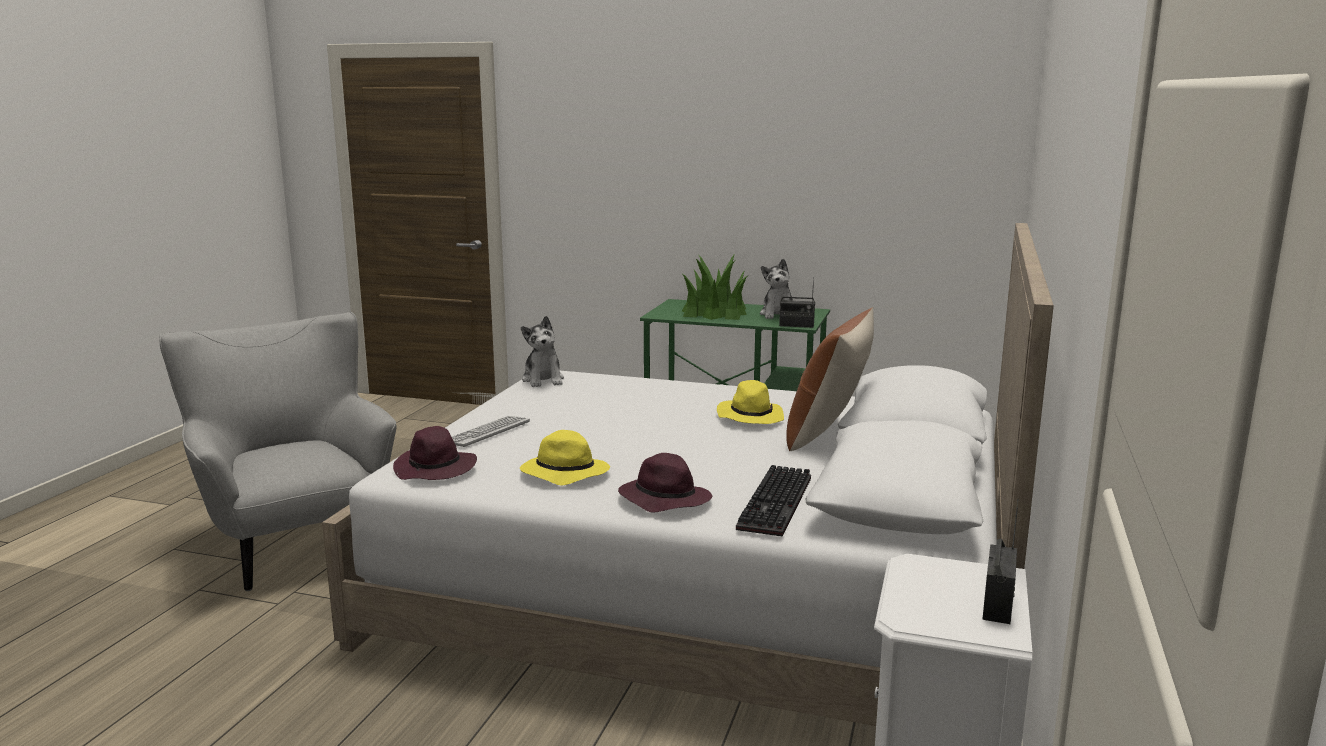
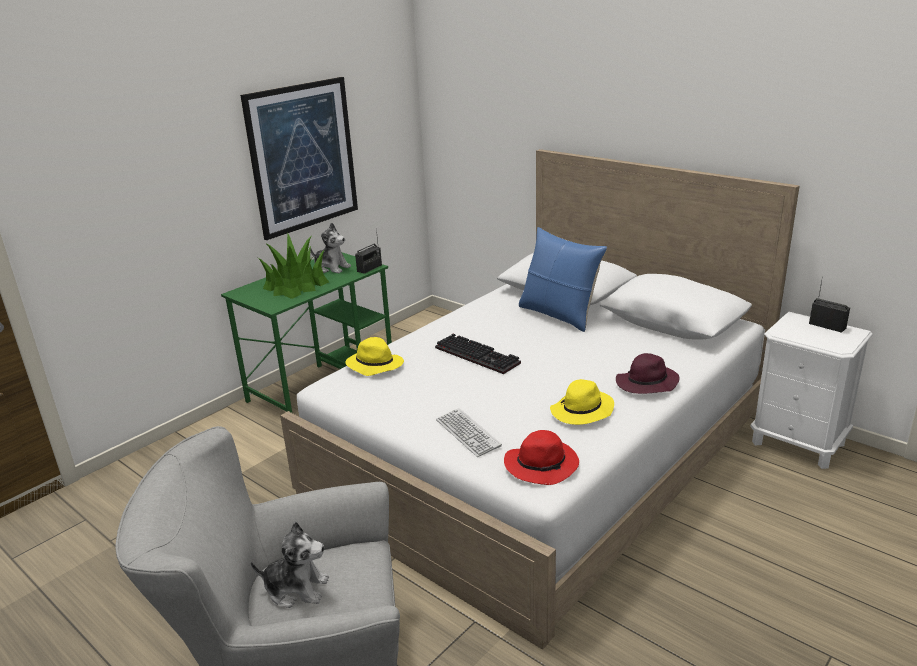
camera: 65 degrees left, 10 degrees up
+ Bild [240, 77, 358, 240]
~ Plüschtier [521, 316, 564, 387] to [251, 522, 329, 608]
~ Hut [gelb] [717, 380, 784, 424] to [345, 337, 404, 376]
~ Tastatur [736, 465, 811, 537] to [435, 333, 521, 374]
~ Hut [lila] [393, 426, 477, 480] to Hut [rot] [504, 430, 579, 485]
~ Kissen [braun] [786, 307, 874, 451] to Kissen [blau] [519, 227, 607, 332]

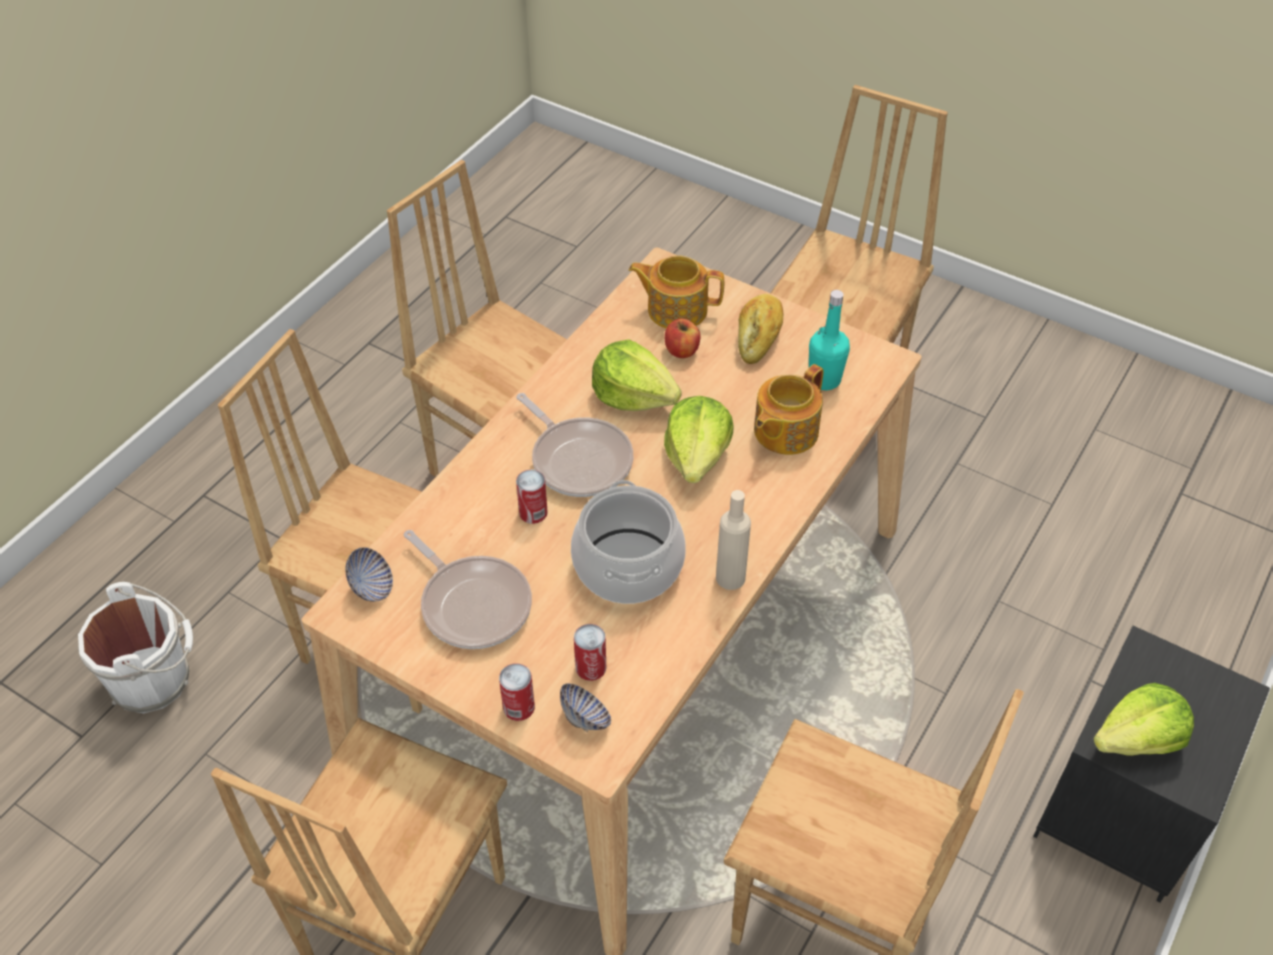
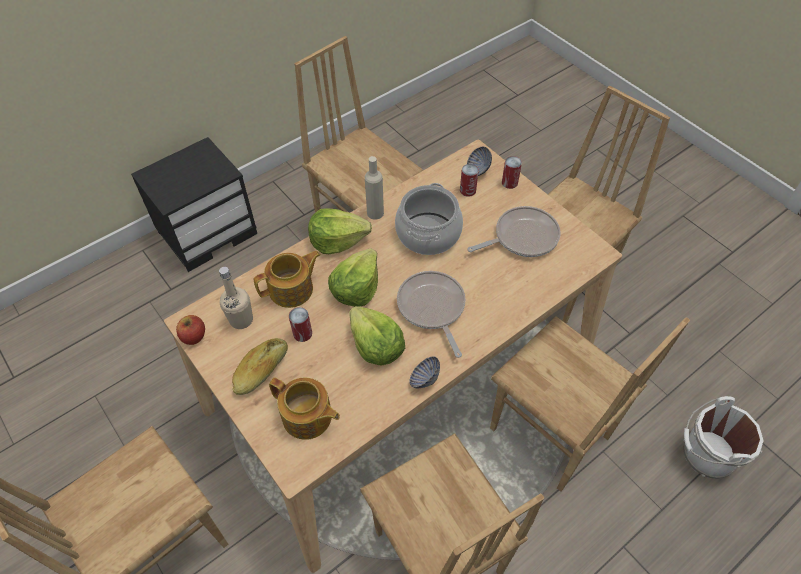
camera: 160 degrees left, 5 degrees up
~ Apfel [665, 318, 700, 358] to [176, 315, 205, 345]
~ Flasche [türkis] [809, 290, 850, 390] to Flasche [beige] [219, 267, 253, 329]
~ Dose [516, 470, 548, 524] to [289, 307, 312, 342]
~ Salatkopf [1093, 683, 1194, 756] to [308, 208, 372, 254]
~ Schüssel [345, 547, 393, 602] to [409, 356, 440, 388]
~ Pfanne [404, 530, 532, 649] = [467, 206, 561, 257] 90 degrees clockwise

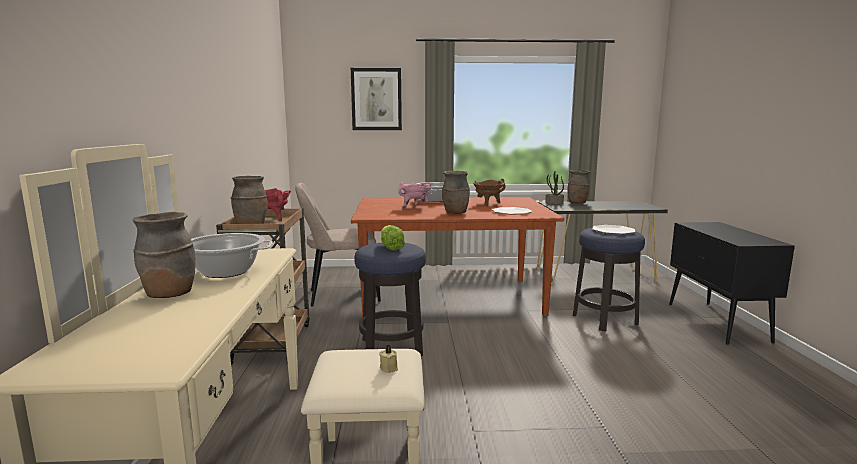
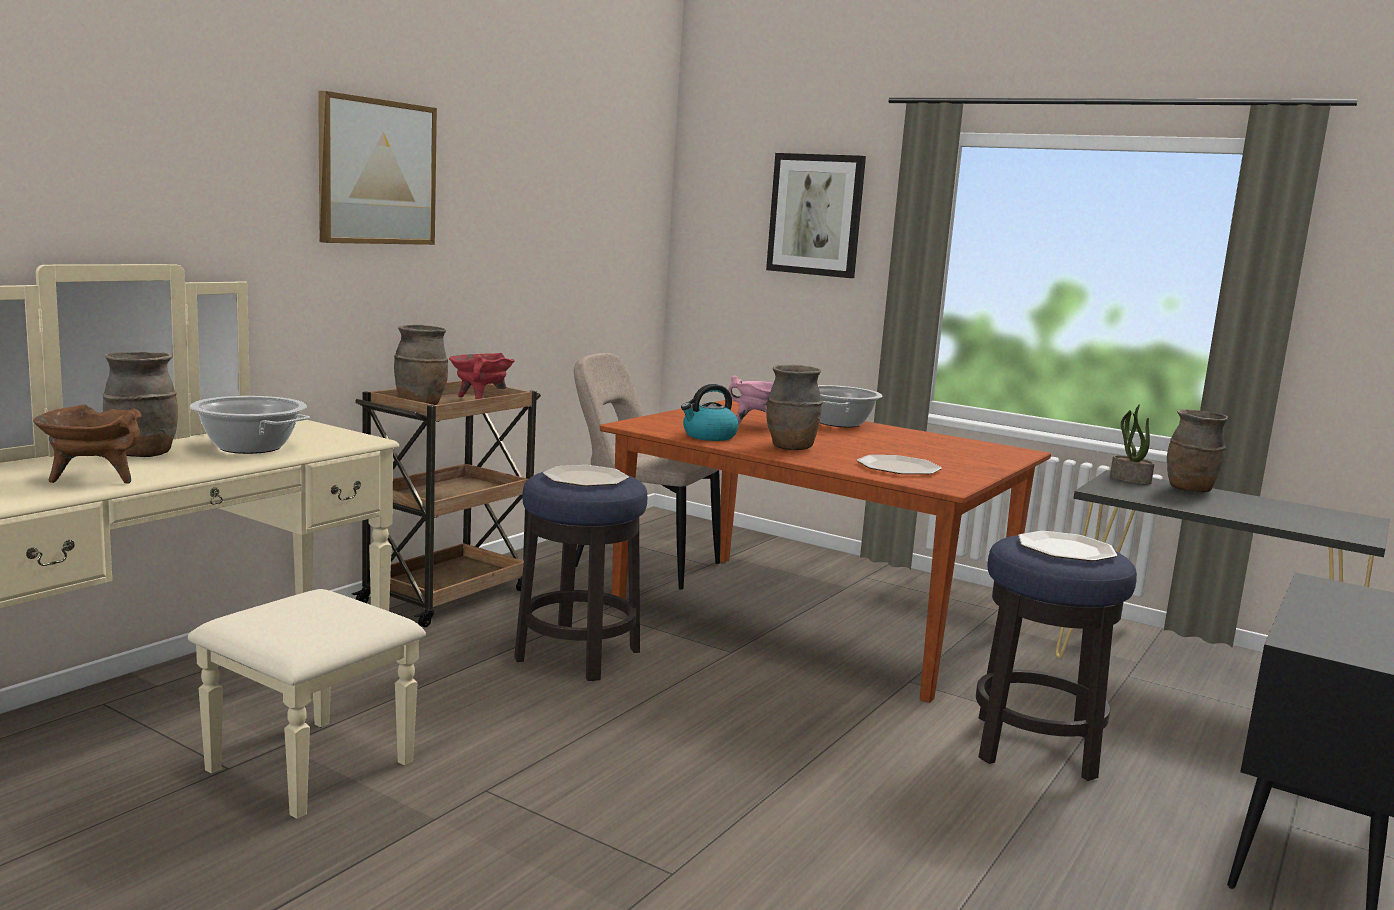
camera: 35 degrees right, 0 degrees up
~ Kochtopf [braun] [473, 179, 506, 206] to [33, 404, 142, 484]
+ Bild [318, 91, 437, 245]
~ Salatkopf [381, 225, 405, 251] to Teller [543, 465, 629, 486]
+ Wasserkessel [681, 384, 739, 441]
- Kerze [beige] [379, 344, 398, 373]

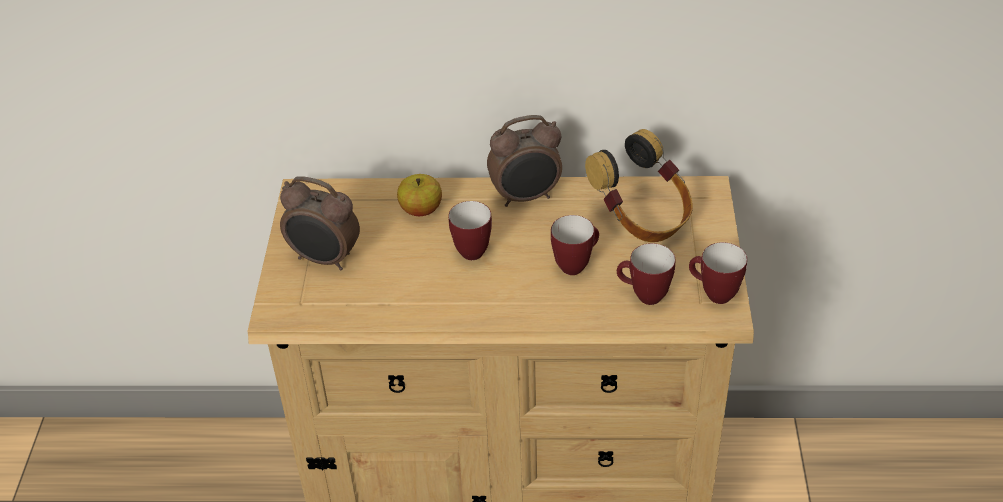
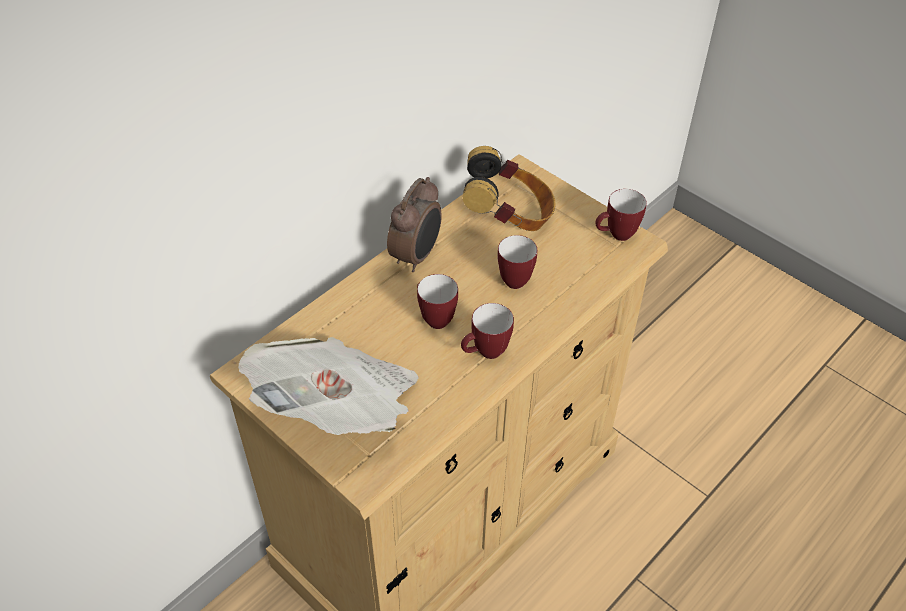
camera: 50 degrees left, 5 degrees up
~ Wecker [280, 176, 360, 270] to Zeitung [238, 337, 419, 435]
~ Henkelbecher [617, 243, 675, 305] to [461, 303, 514, 359]
- Apfel [397, 174, 442, 216]

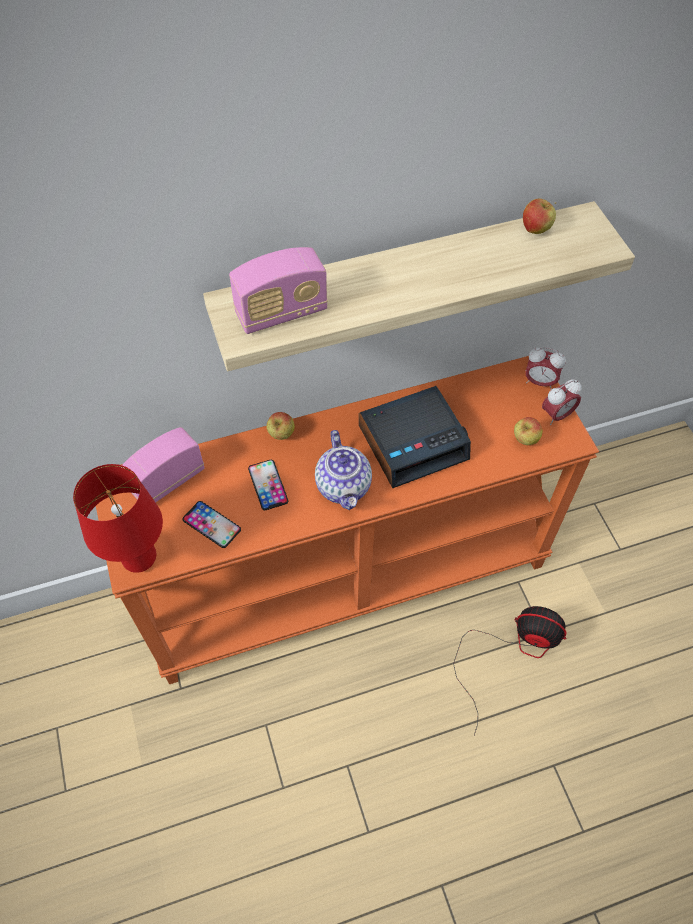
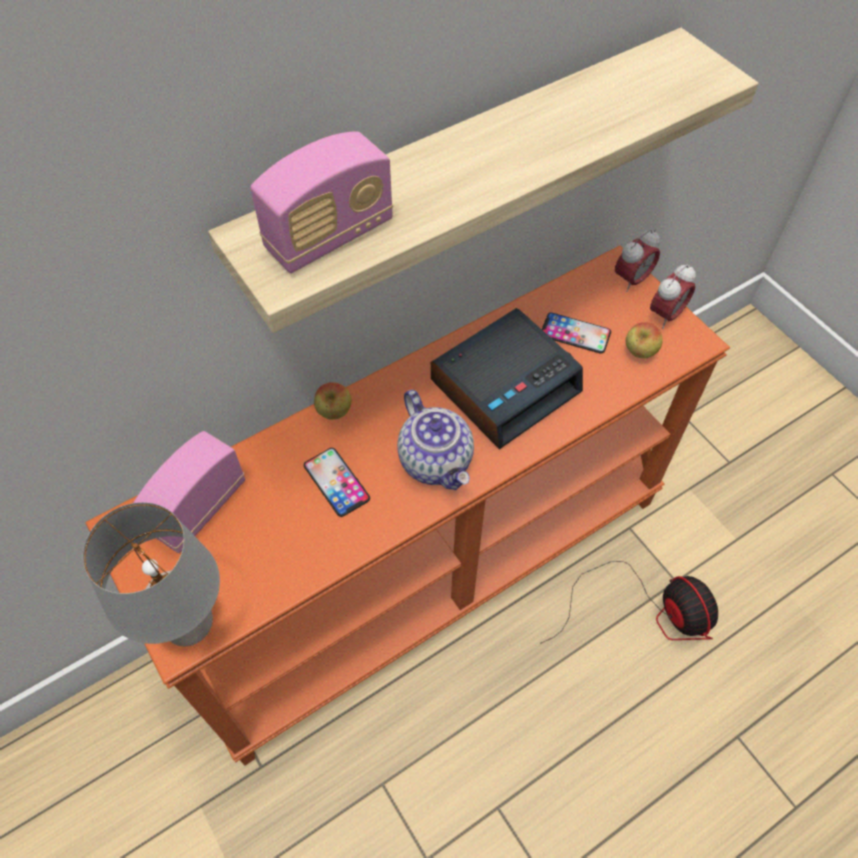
camera: 15 degrees left, 0 degrees up
~ Tischlampe [rot] [73, 464, 163, 573] to Tischlampe [grau] [83, 502, 220, 646]
~ Ventilator [453, 606, 566, 735] = [540, 561, 718, 644] 60 degrees clockwise
~ Handy [183, 501, 241, 548] to [542, 312, 611, 354]
~ Wecker [525, 347, 566, 390] = [615, 229, 660, 292] 45 degrees counterclockwise
- Apfel [523, 199, 556, 234]

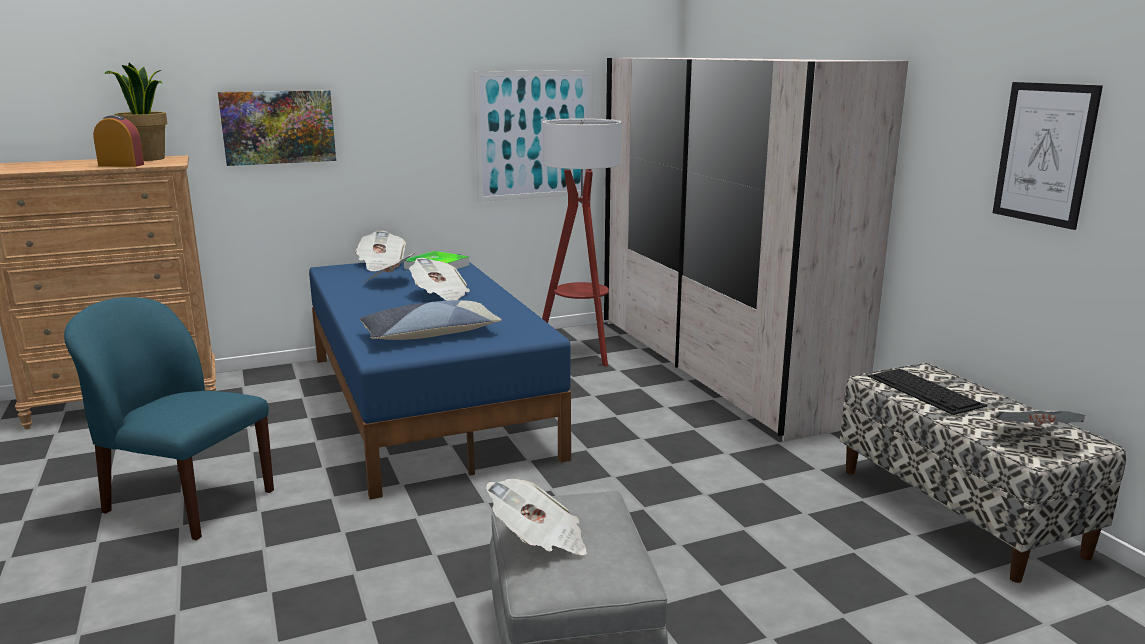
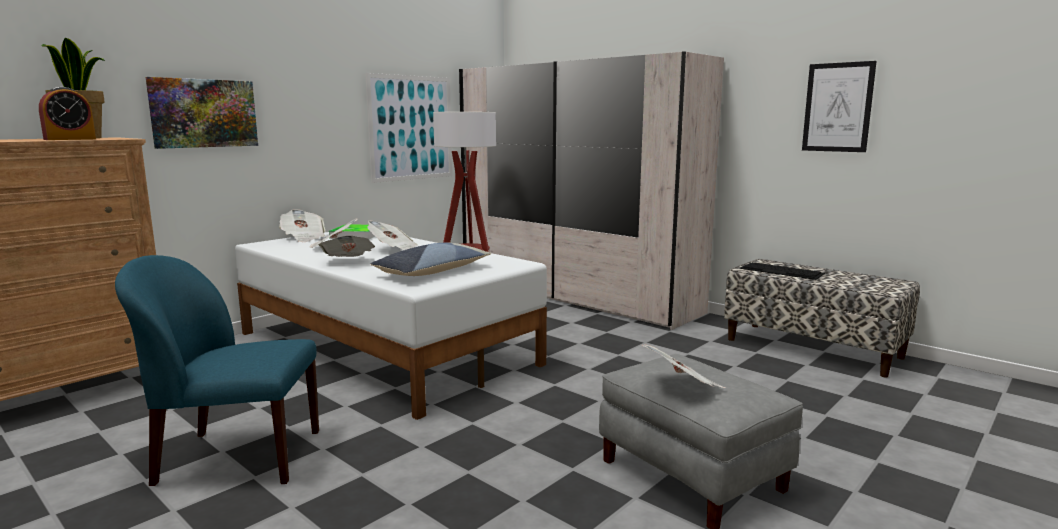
camera: 25 degrees left, 5 degrees down
~ Wecker [93, 115, 144, 167] = [39, 87, 96, 140] 150 degrees clockwise
~ Bett [blau] [309, 254, 571, 500] to Bett [weiß] [235, 232, 547, 420]
~ Zeitung [994, 410, 1085, 425] to [318, 236, 375, 257]

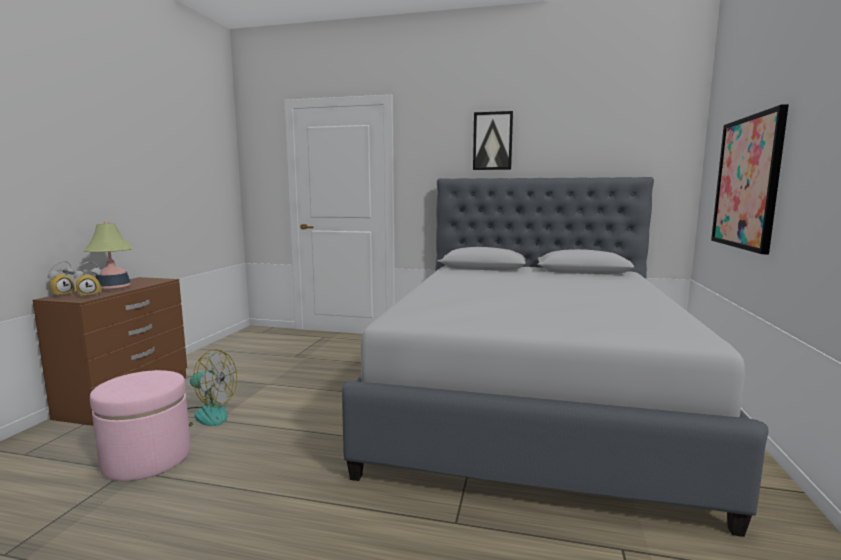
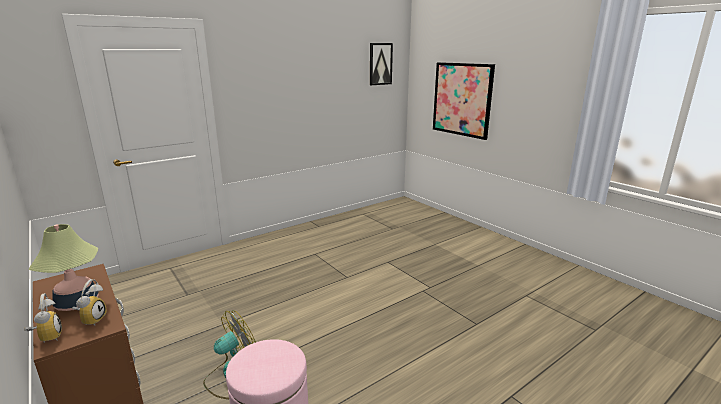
camera: 50 degrees left, 10 degrees up
~ Bild [473, 111, 513, 170] to [370, 43, 393, 85]
- Bett [grau] [342, 177, 769, 537]

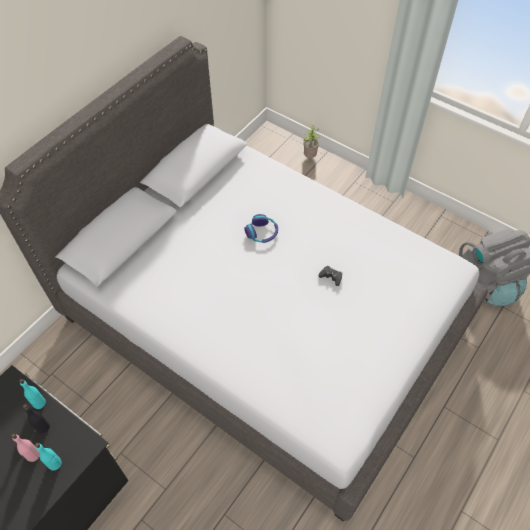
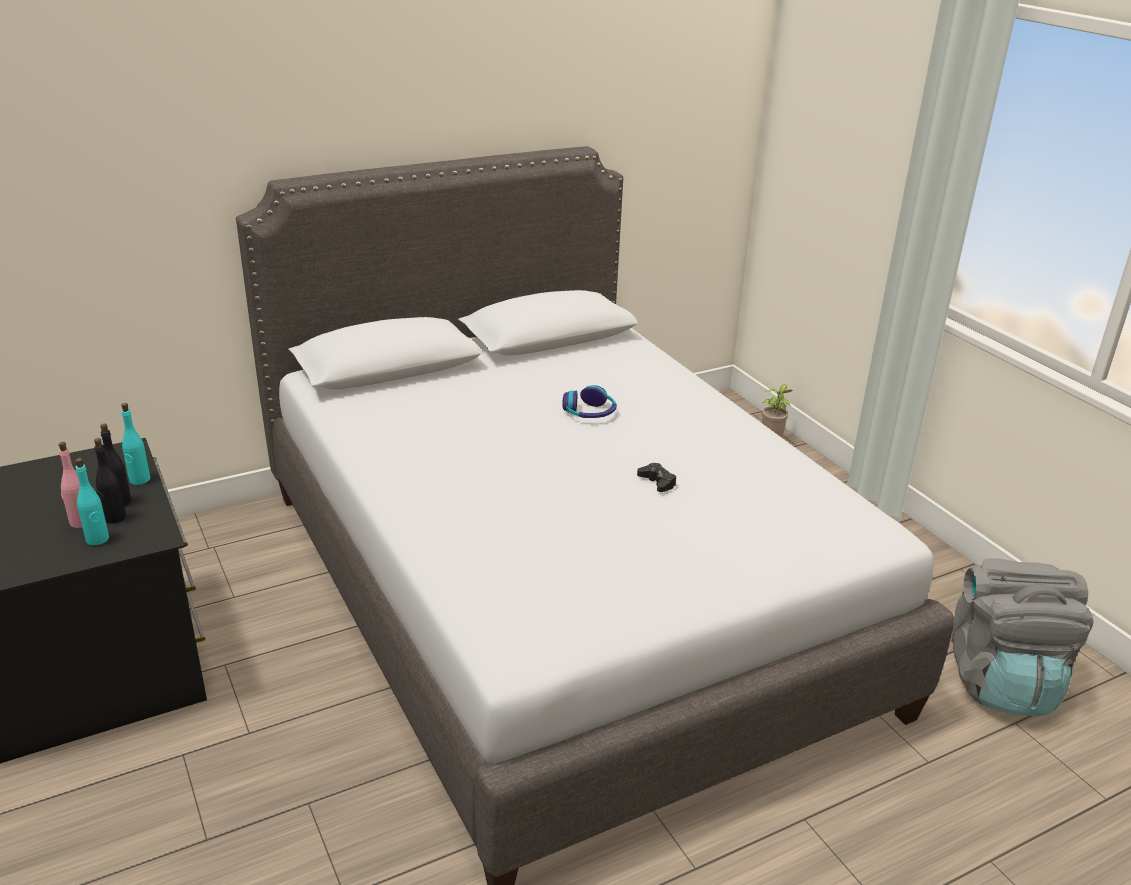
camera: 25 degrees right, 25 degrees down
+ Flasche [schwarz] [94, 438, 126, 524]

